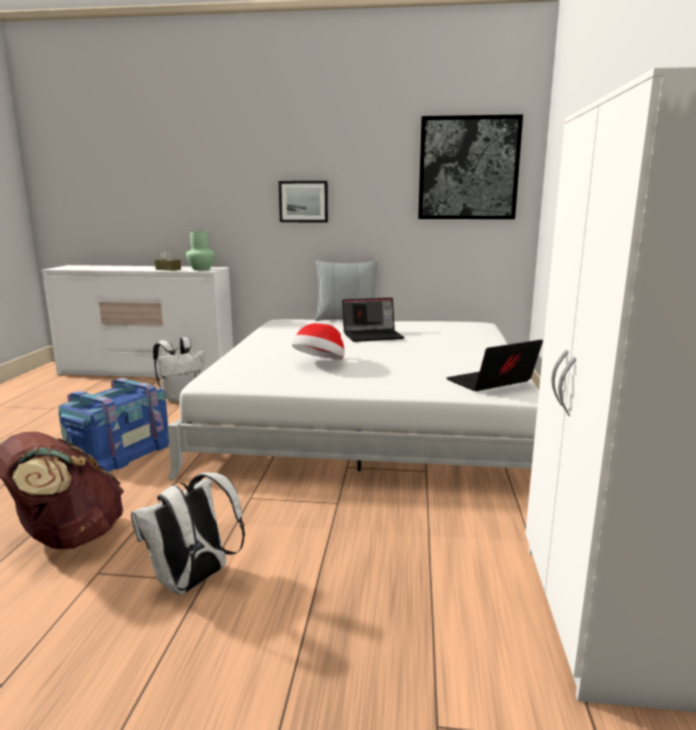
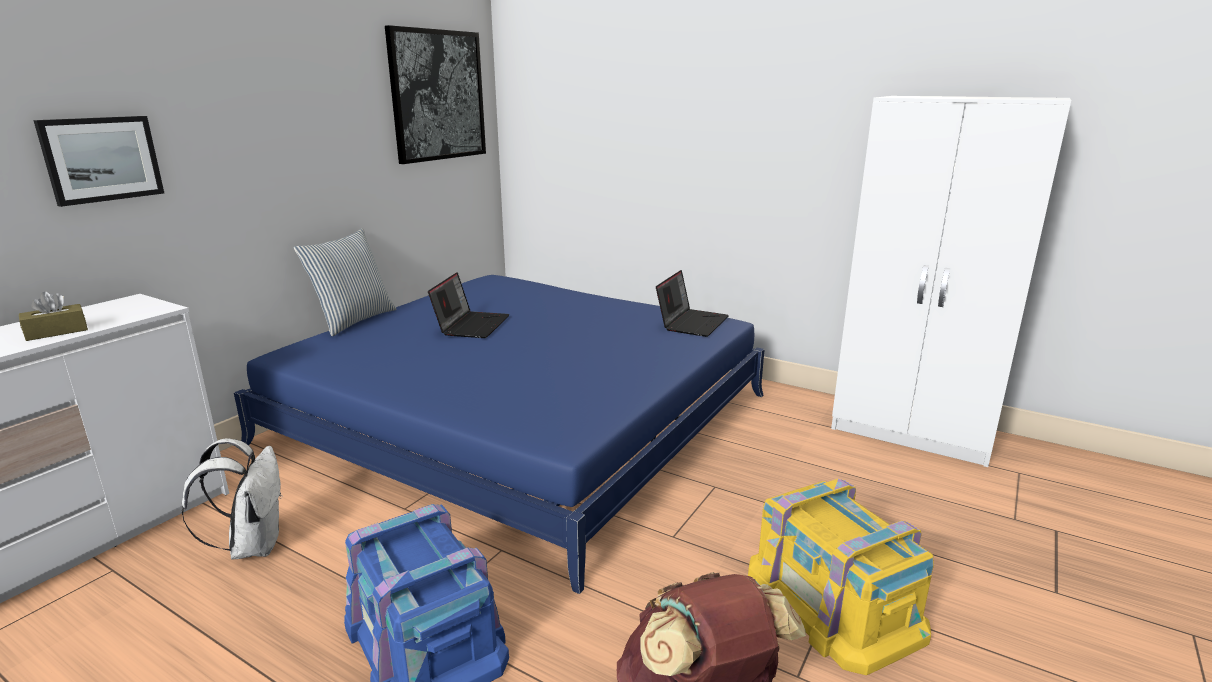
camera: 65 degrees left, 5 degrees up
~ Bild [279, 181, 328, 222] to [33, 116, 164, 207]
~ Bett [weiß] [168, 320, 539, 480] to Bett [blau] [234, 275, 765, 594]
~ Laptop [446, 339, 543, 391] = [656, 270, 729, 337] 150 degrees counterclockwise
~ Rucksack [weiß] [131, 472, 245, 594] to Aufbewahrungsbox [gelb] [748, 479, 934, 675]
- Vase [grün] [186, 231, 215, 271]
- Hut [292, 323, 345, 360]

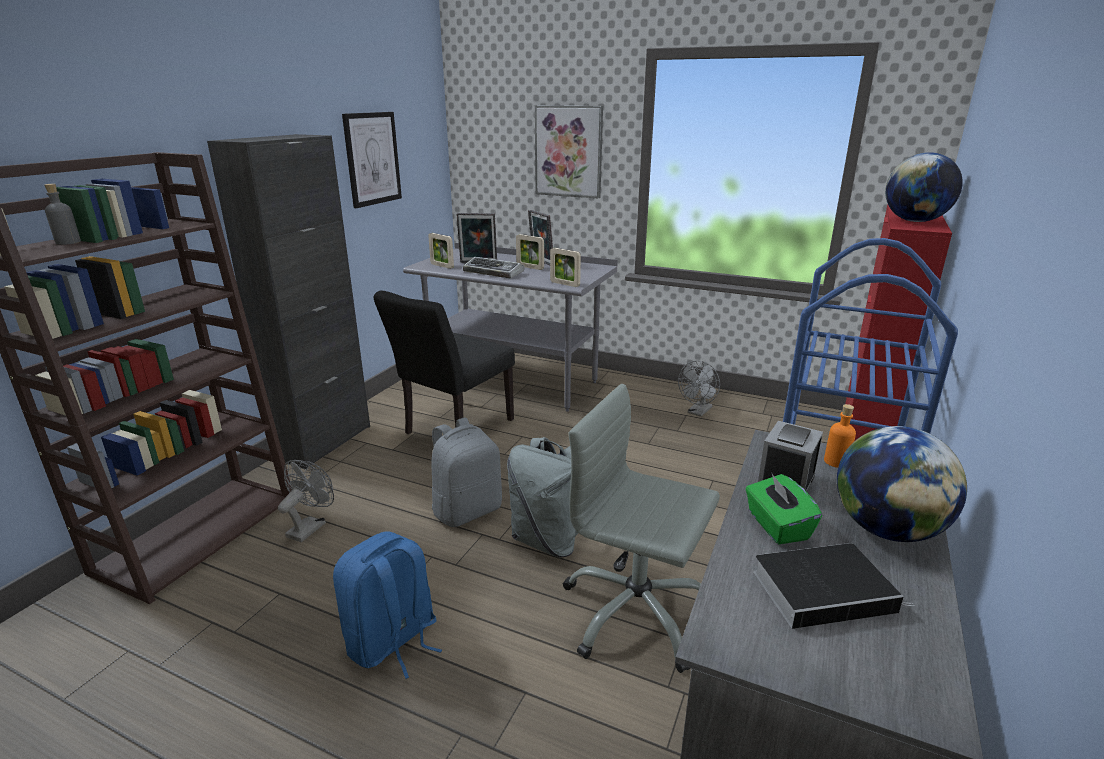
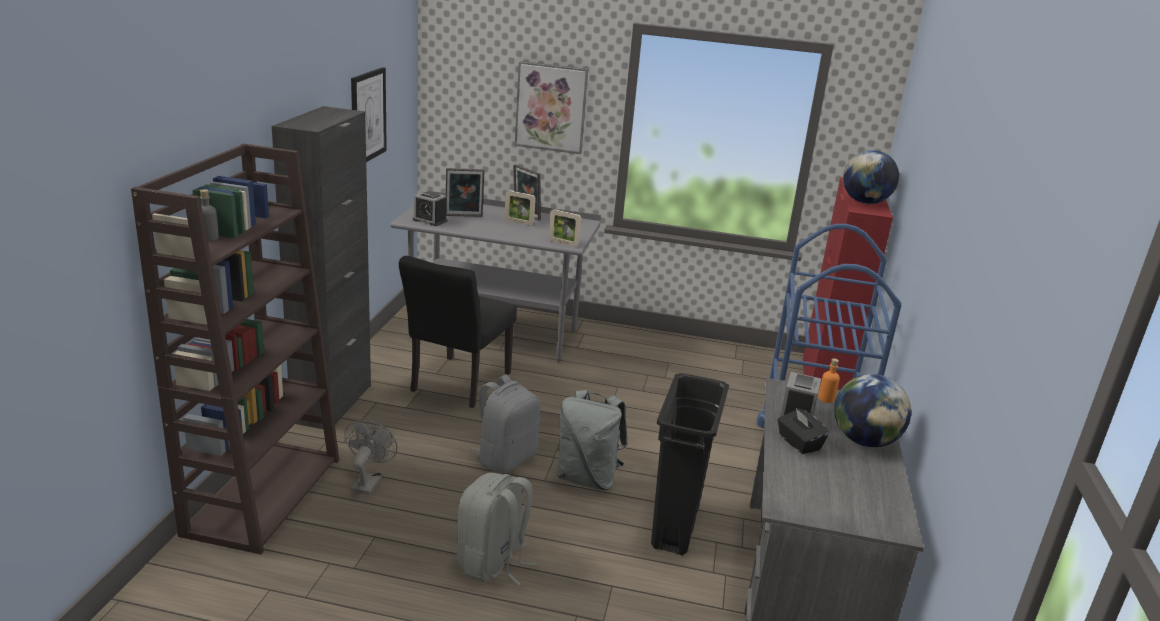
camera: 15 degrees left, 0 degrees up
~ Bilderrahmen [428, 233, 454, 269] to Wecker [413, 191, 447, 226]
~ Rucksack [blau] [333, 531, 442, 679] to Rucksack [grau] [457, 473, 538, 585]
~ Bürostuhl [grau] [563, 384, 720, 673] to Mülleimer [schwarz] [651, 373, 729, 555]
~ Taschentuchbox [grün] [745, 472, 822, 544] to Taschentuchbox [schwarz] [777, 408, 829, 454]
- Tastatur [463, 257, 524, 279]
- Ventilator [grau] [678, 361, 720, 417]
- Buch [753, 543, 915, 629]

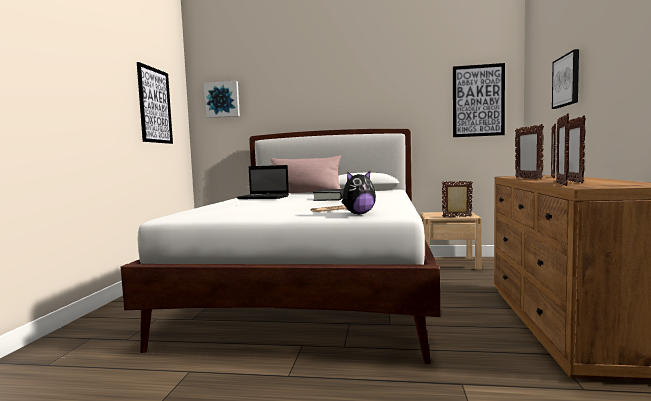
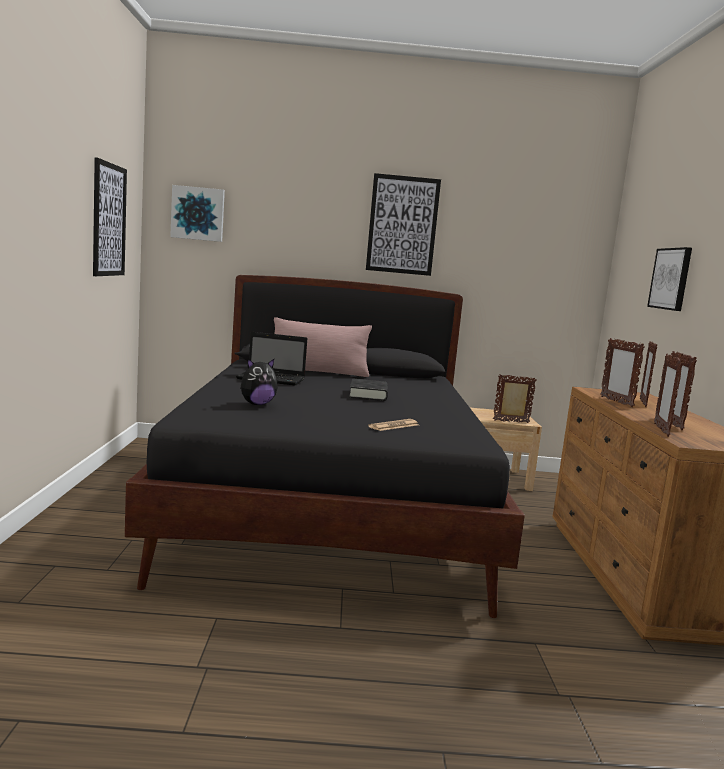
camera: 10 degrees left, 5 degrees up
~ Bett [weiß] [120, 129, 440, 364] to Bett [schwarz] [125, 275, 525, 618]
~ Plüschtier [342, 171, 376, 214] to [240, 358, 278, 405]
~ Bild [453, 63, 505, 137] to [366, 173, 441, 276]

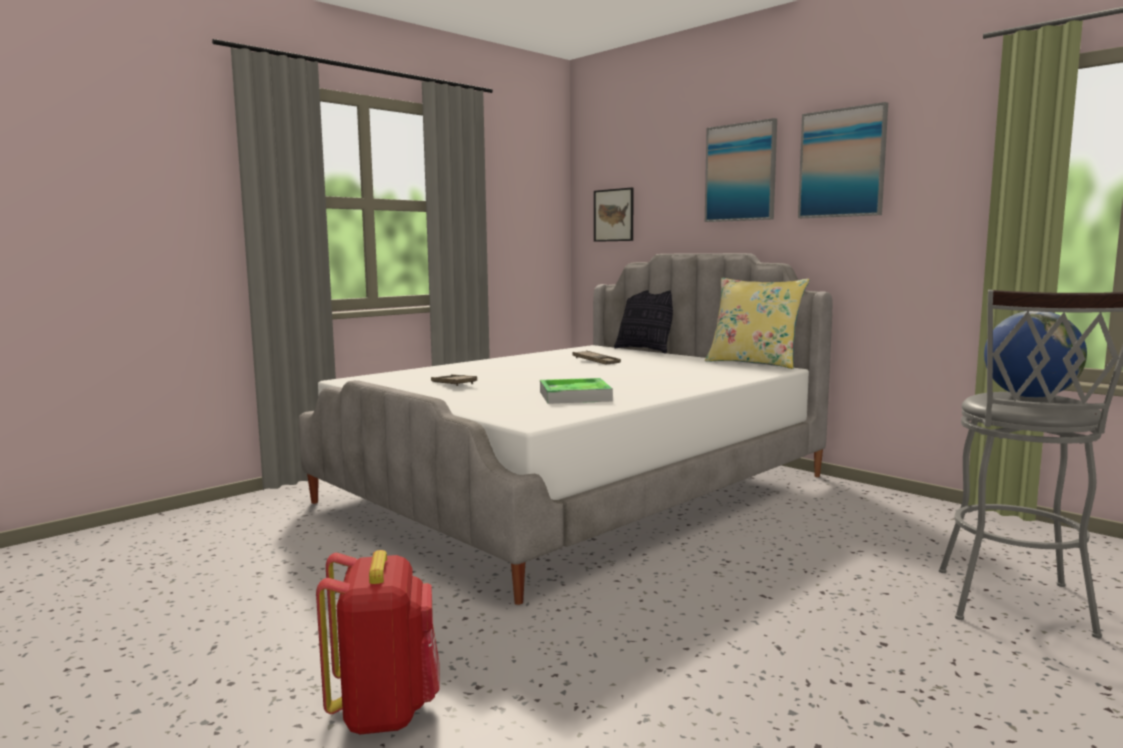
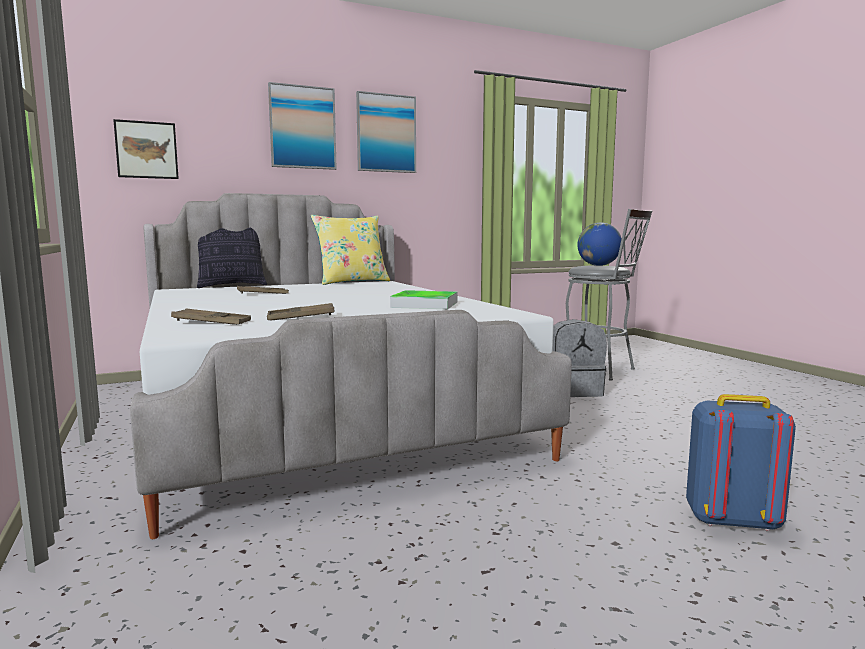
camera: 70 degrees left, 0 degrees up
+ Tablett [braun] [171, 308, 251, 325]
+ Rucksack [grau] [553, 319, 607, 397]
~ Rucksack [rot] [316, 550, 439, 734] to Rucksack [blau] [686, 394, 796, 531]

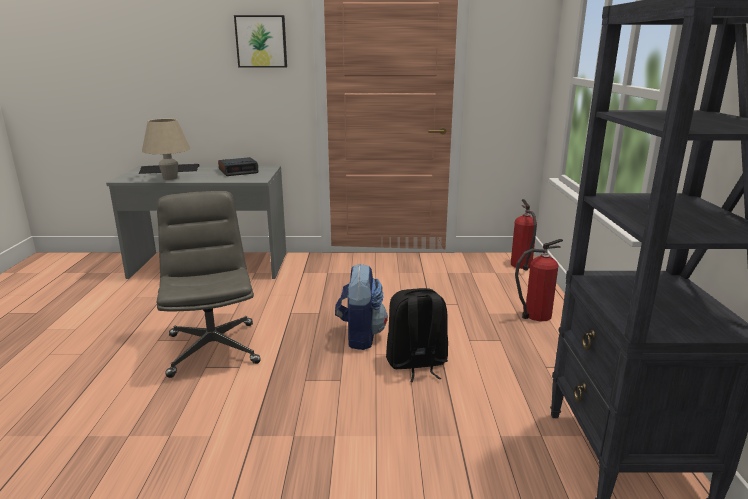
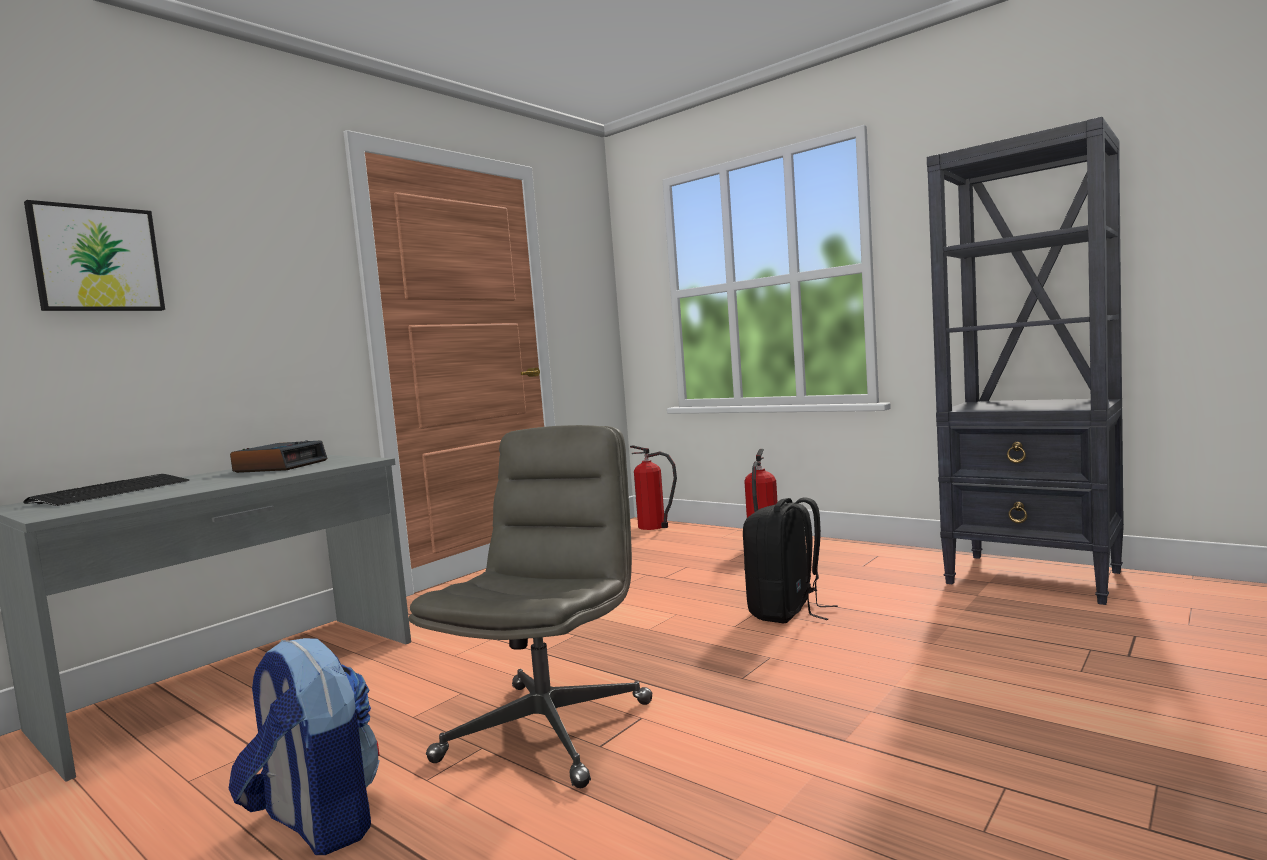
camera: 50 degrees left, 15 degrees down
~ Bild [234, 15, 287, 68] to [24, 200, 165, 311]
~ Rucksack [335, 263, 388, 350] to [229, 638, 380, 855]
~ Bürostuhl [grau] [156, 191, 261, 378] = [409, 425, 653, 788] 90 degrees clockwise
- Tischlampe [beige] [142, 119, 191, 180]

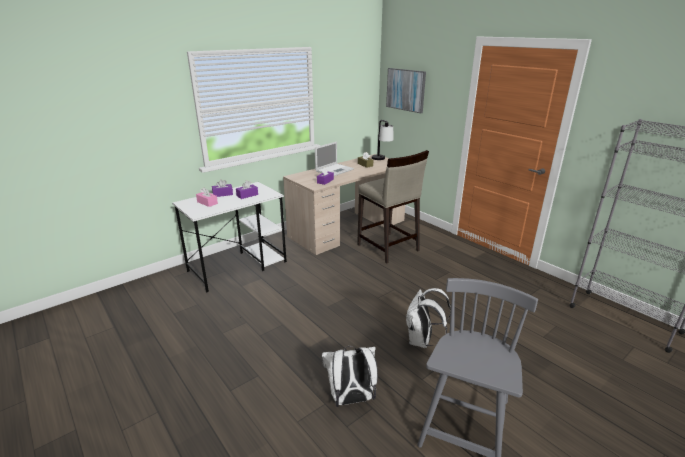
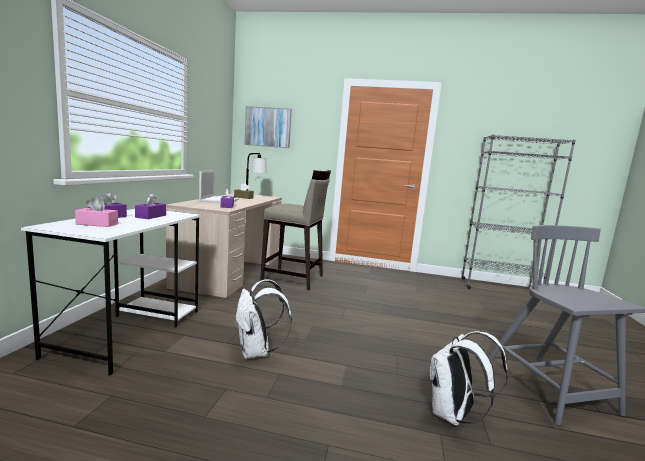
camera: 40 degrees left, 15 degrees down
~ Rucksack [weiß] [406, 288, 451, 348] to [235, 279, 292, 359]

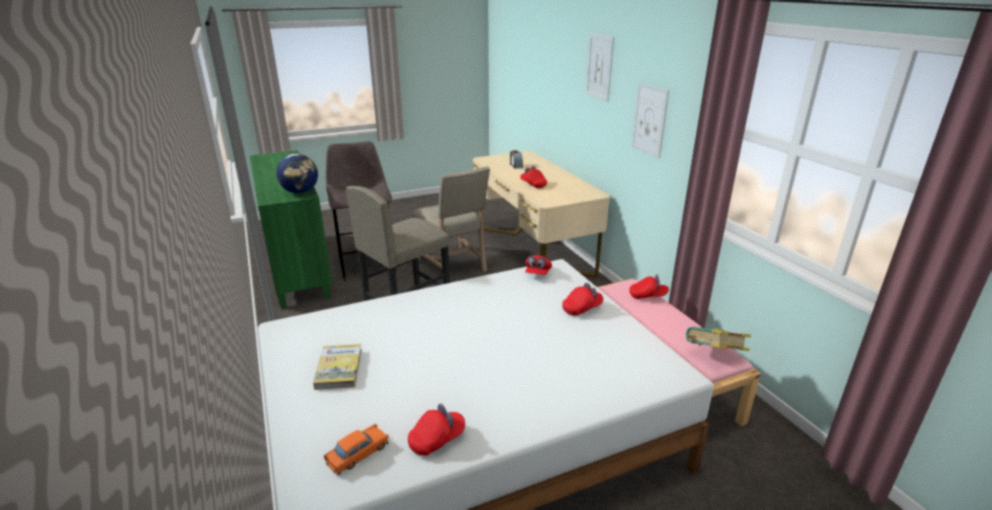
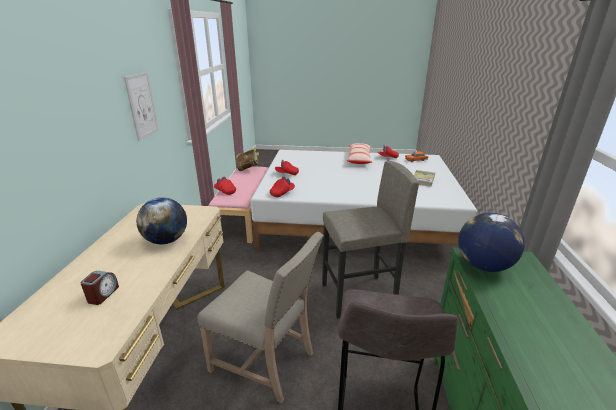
camera: 150 degrees left, 0 degrees up
~ Kappe [rot] [520, 166, 547, 188] to Globus [136, 197, 187, 244]
~ Stuhl [beige] [412, 166, 490, 271] = [197, 232, 324, 403] 120 degrees clockwise
+ Kissen [347, 143, 372, 164]
- Bild [585, 33, 614, 102]

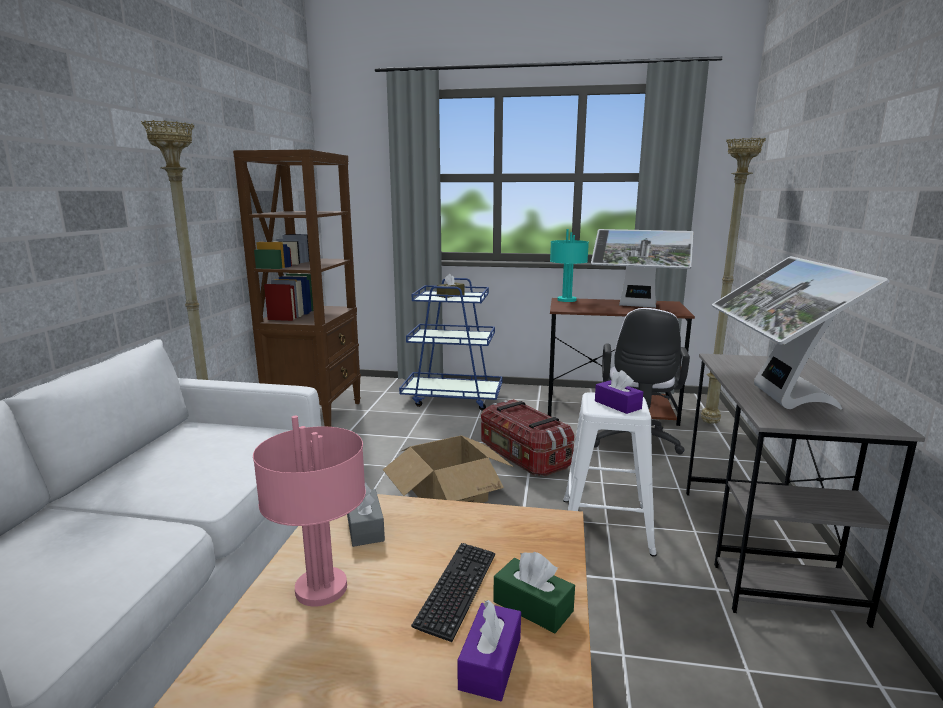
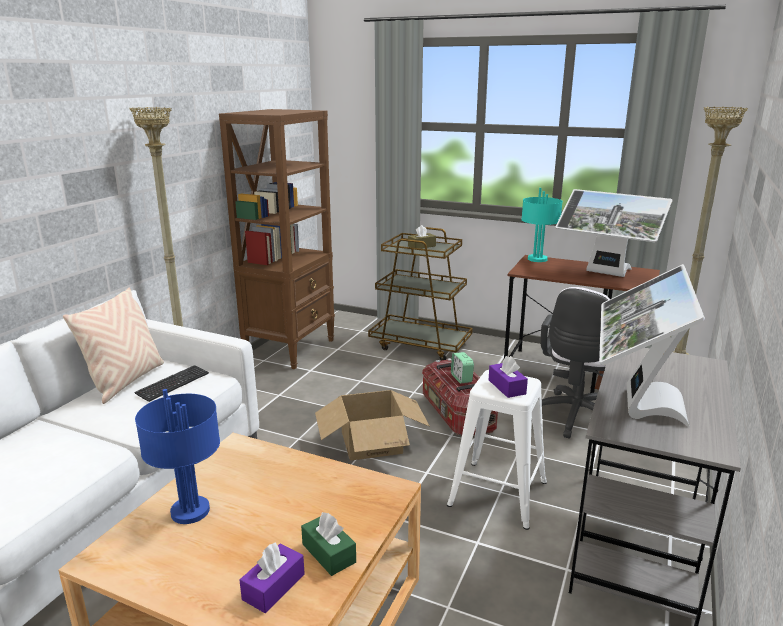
camera: 15 degrees right, 5 degrees up
+ Kissen [beige] [63, 287, 164, 404]
~ Tastatur [411, 543, 495, 642] to [134, 365, 209, 402]
~ Tischlampe [rosa] [253, 416, 366, 607] to Tischlampe [blau] [135, 389, 220, 524]
~ Rollwagen [blau] [399, 278, 502, 411] to Rollwagen [braun] [368, 227, 473, 361]
+ Wecker [451, 352, 474, 383]
- Taschentuchbox [grau] [347, 482, 385, 547]

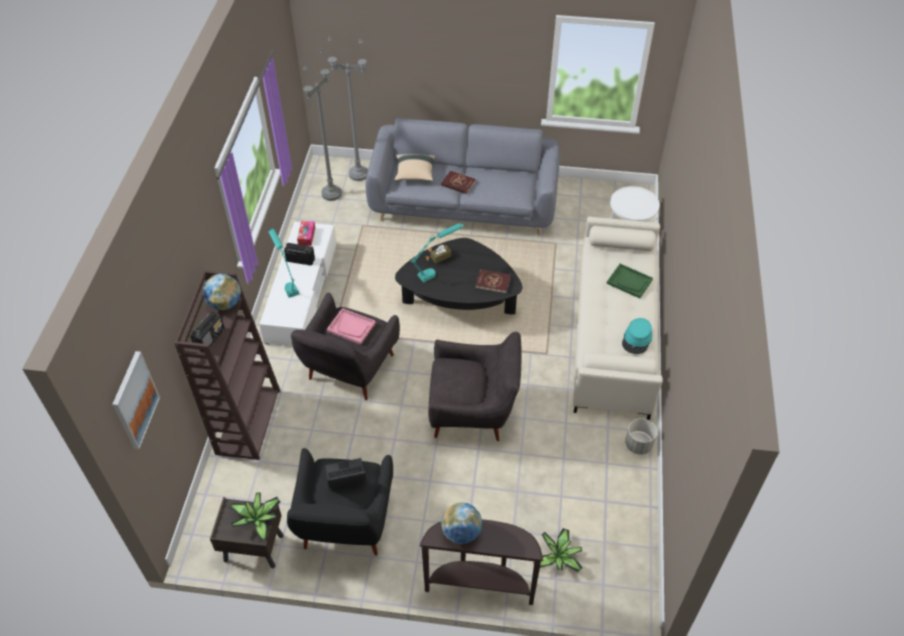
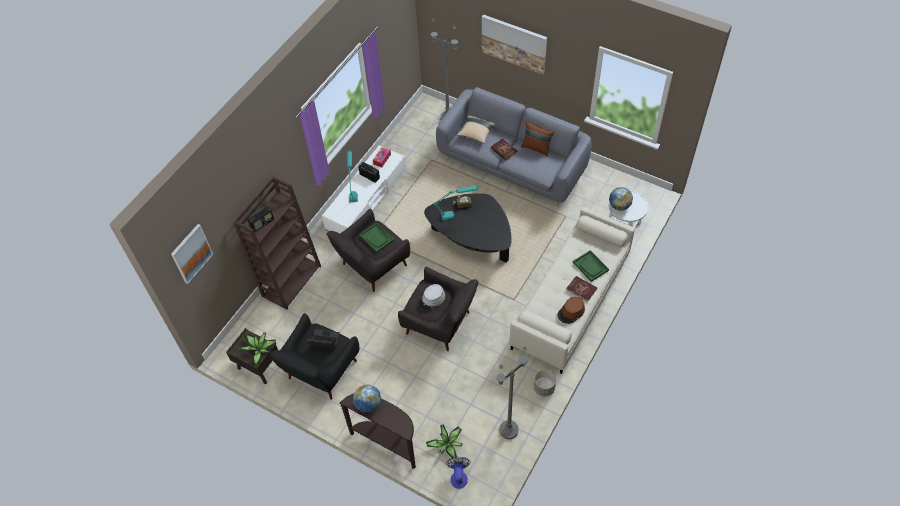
camera: 25 degrees right, 5 degrees up
~ Tablett [rosa] [327, 308, 376, 345] to Tablett [grün] [359, 223, 394, 253]
+ Hut [grau] [418, 284, 445, 311]
+ Ventilator [446, 457, 470, 489]
+ Bild [482, 15, 547, 75]
~ Stehlampe [grau] [303, 48, 342, 201] to [496, 346, 528, 439]
+ Kissen [braun] [521, 121, 554, 157]
~ Hut [türkis] [622, 318, 652, 354] to Hut [braun] [557, 297, 585, 324]
~ Buch [rot] [476, 269, 511, 293] to [566, 276, 597, 302]
~ Globus [203, 274, 241, 310] to [609, 187, 633, 211]

